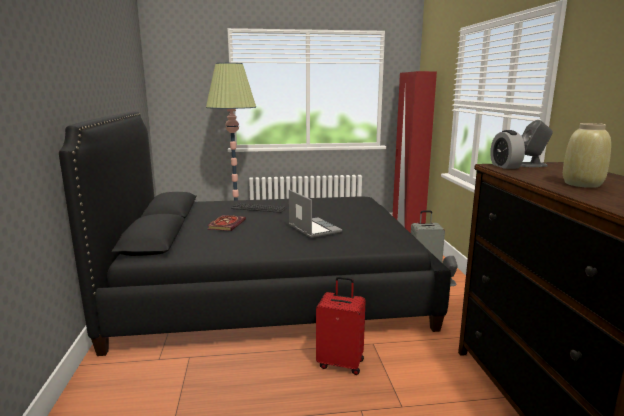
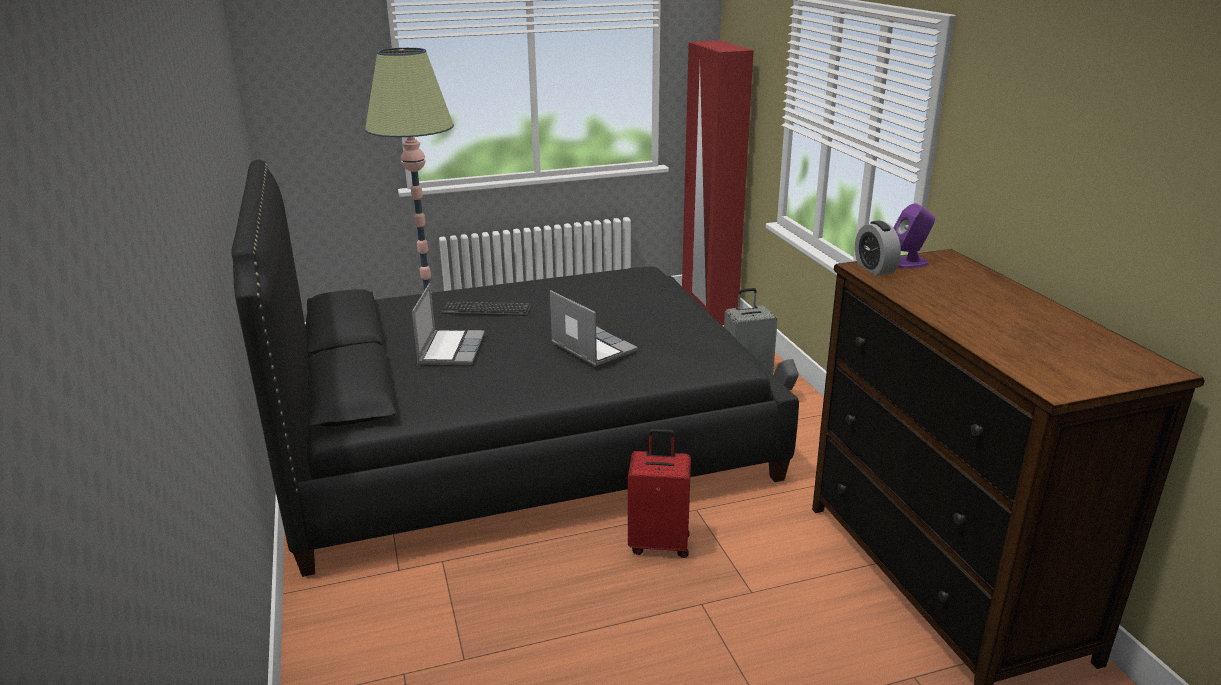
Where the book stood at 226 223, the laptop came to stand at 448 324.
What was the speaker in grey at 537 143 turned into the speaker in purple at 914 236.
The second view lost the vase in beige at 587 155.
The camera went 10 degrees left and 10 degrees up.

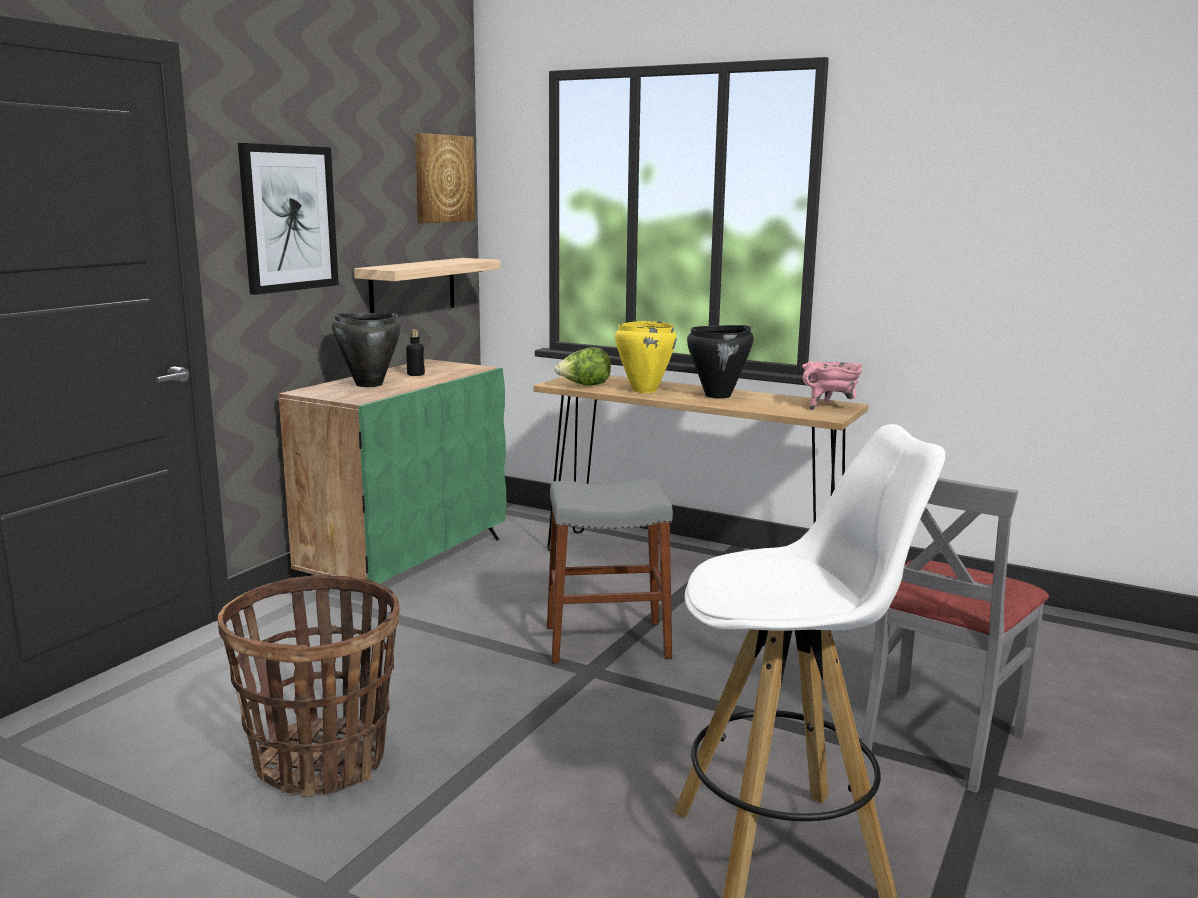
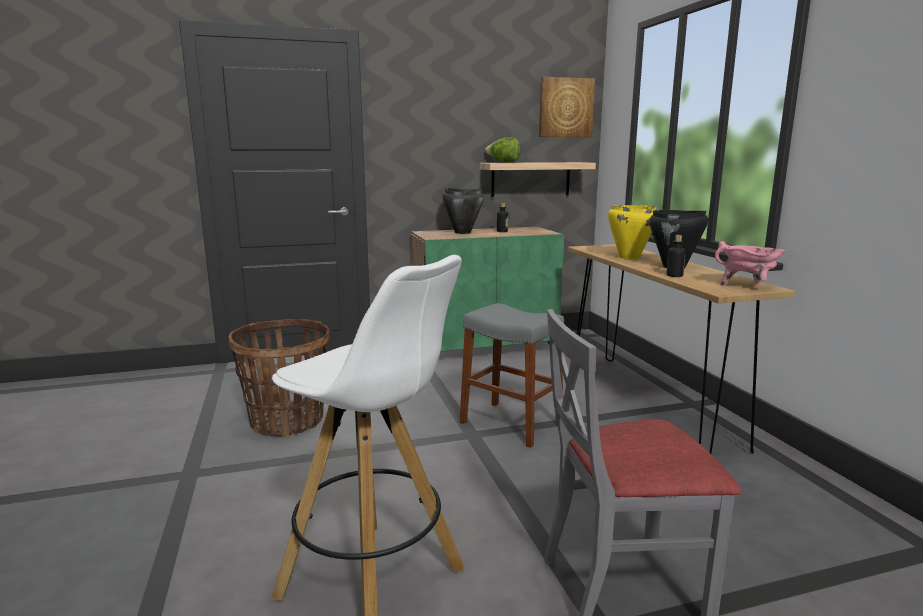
The lettuce ended up elsewhere, having gone from 582 366 to 503 150.
The second view gained the bottle at 676 256.
The second view lost the picture at 288 219.
The camera went 45 degrees right and 0 degrees up.

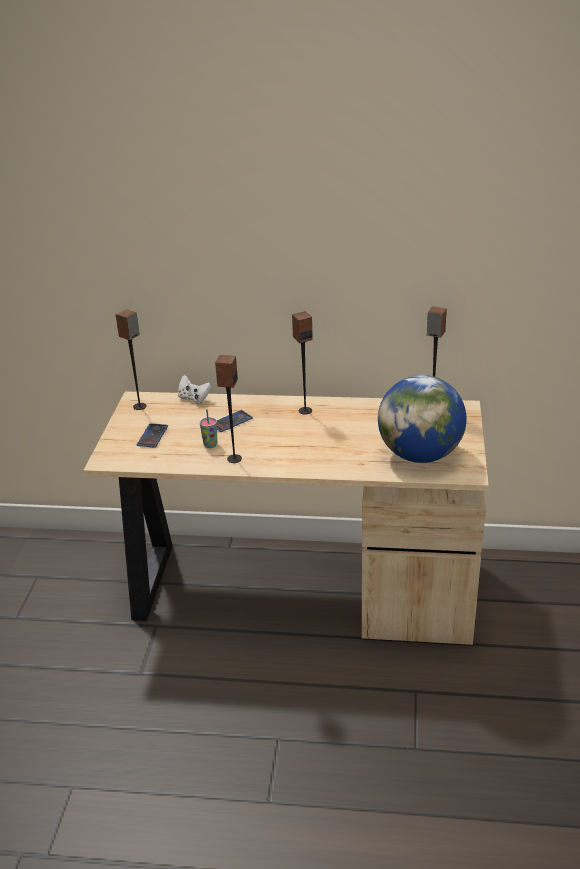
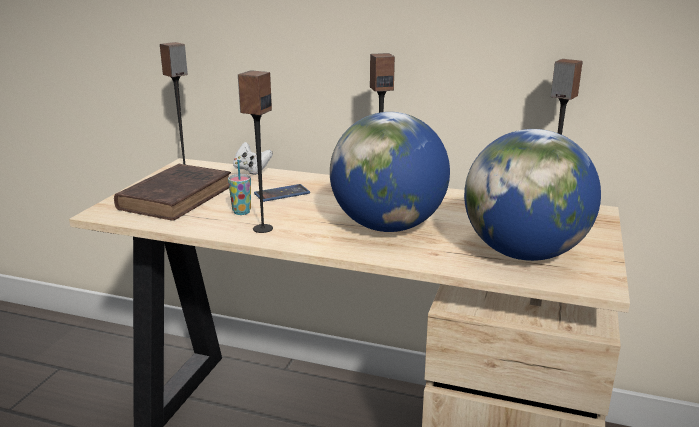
Where the phone stood at 152 435, the book in brown came to stand at 172 192.
The second view gained the globe at 390 172.
The camera went 10 degrees right and 10 degrees down.

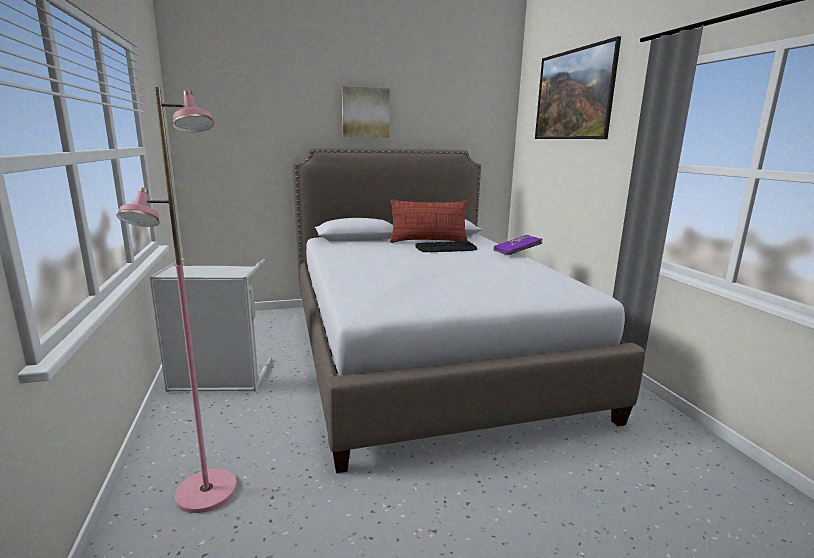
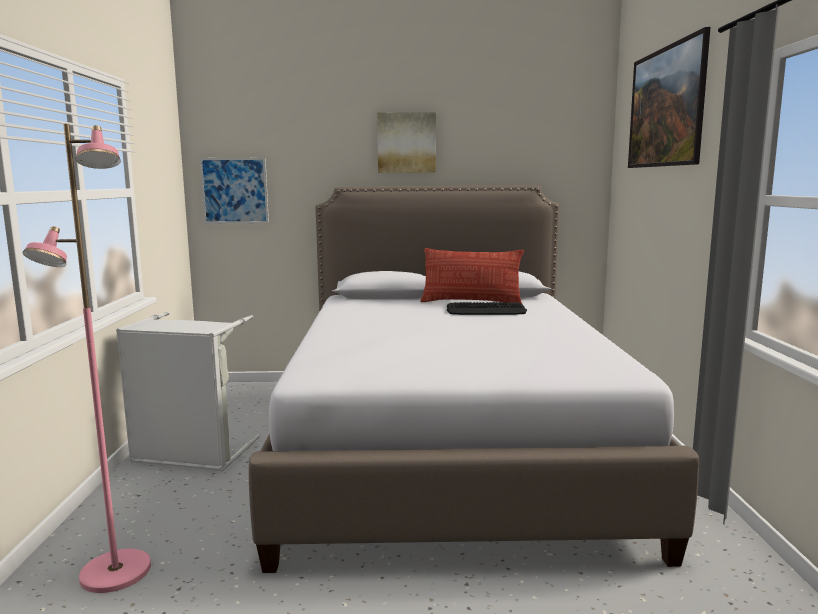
The second view gained the picture at 234 191.
The second view lost the book in purple at 518 245.
The camera went 15 degrees right and 5 degrees down.

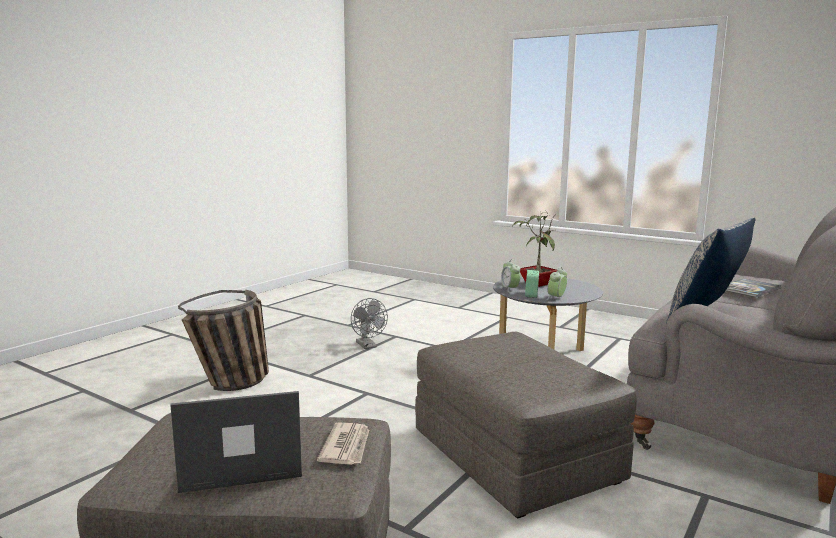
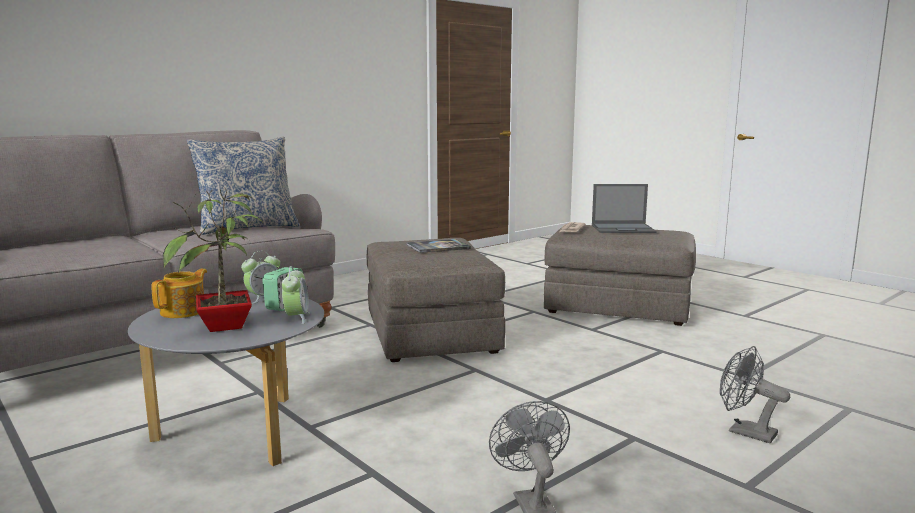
The second view gained the teapot at 179 293.
The book ended up elsewhere, having gone from 753 288 to 438 246.
Where the basket stood at 223 340, the fan in grey came to stand at 755 394.
The camera went 165 degrees left and 0 degrees up.

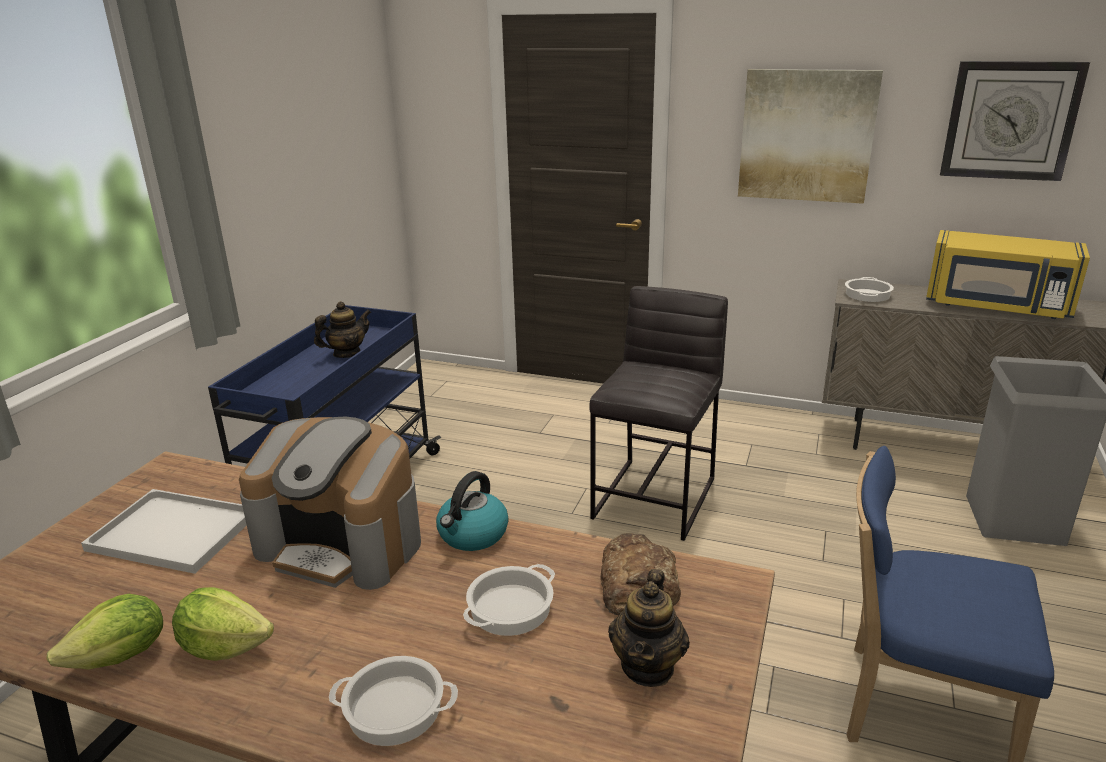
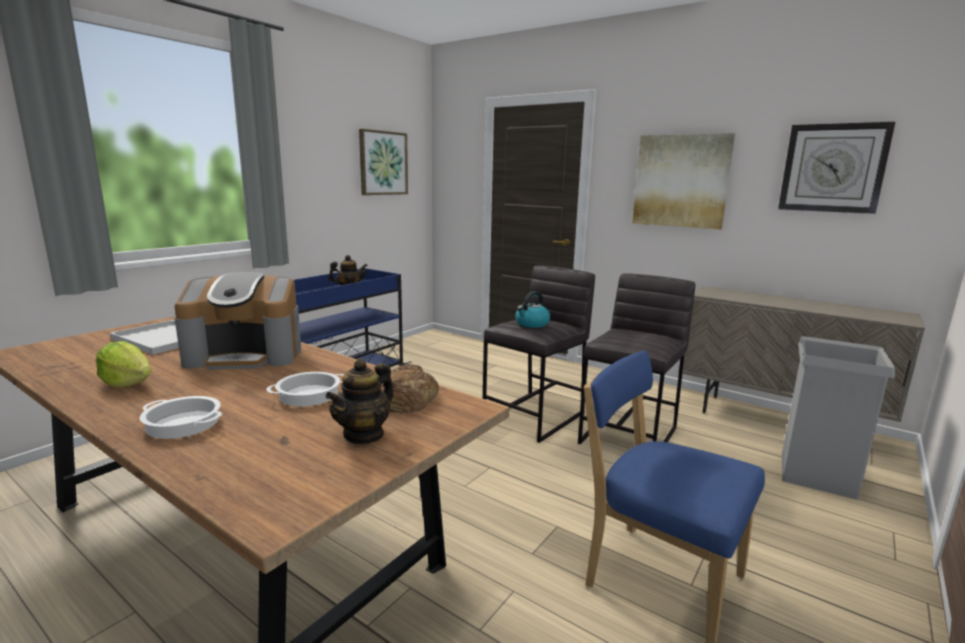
The coffee machine at 330 503 ended up facing another way, 45 degrees counterclockwise from before.
The second view gained the picture at 383 162.
The kettle ended up elsewhere, having gone from 472 511 to 532 309.
The second view gained the stool in grey at 636 358.
The second view lost the lettuce at 104 631.
The second view lost the cooking pot at 869 289.
The second view lost the microwave in yellow at 1008 274.
The camera went 15 degrees right and 10 degrees down.

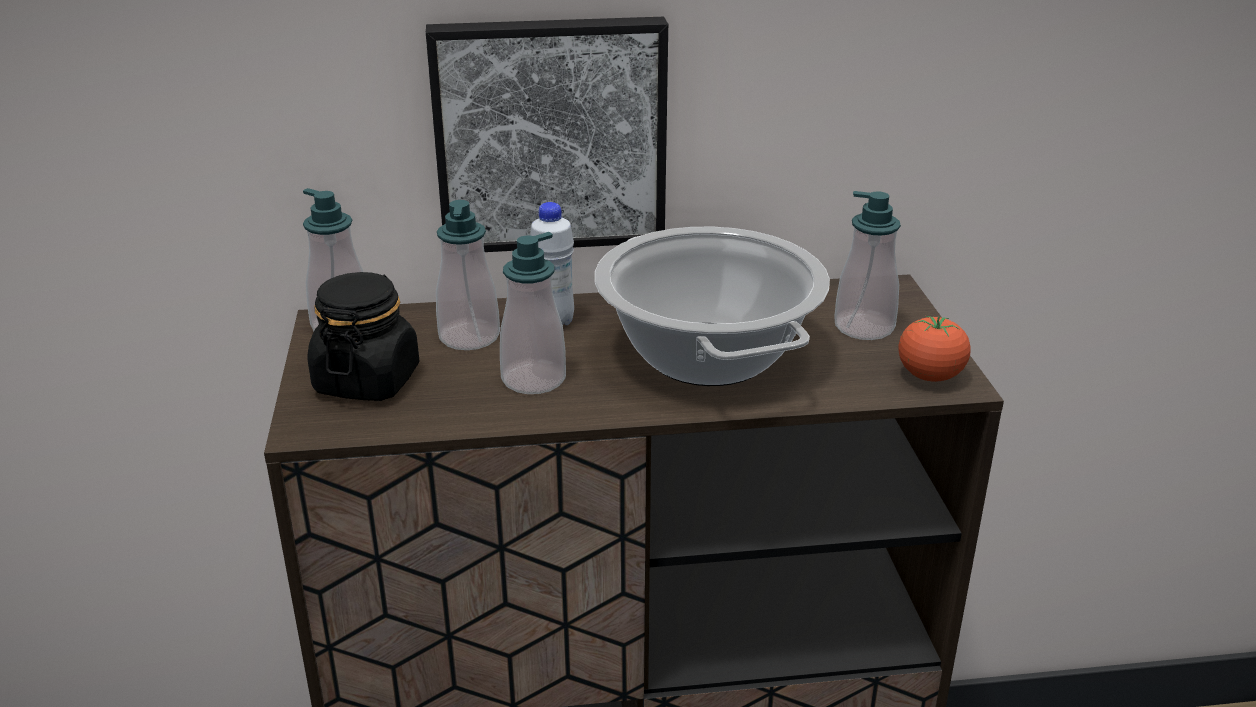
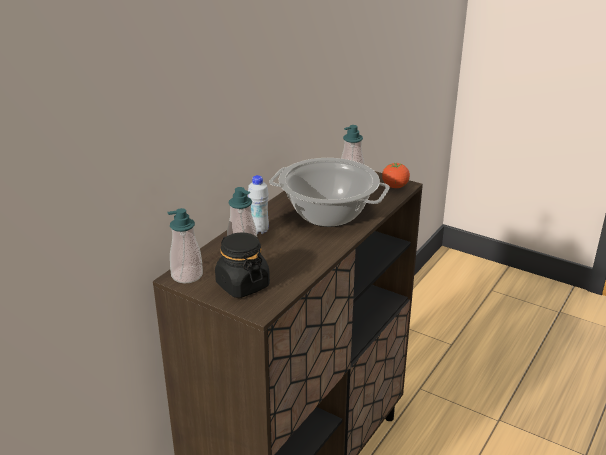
The second view lost the picture at 547 134.
The second view lost the soap dispenser at 533 313.
The camera went 50 degrees left and 0 degrees up.

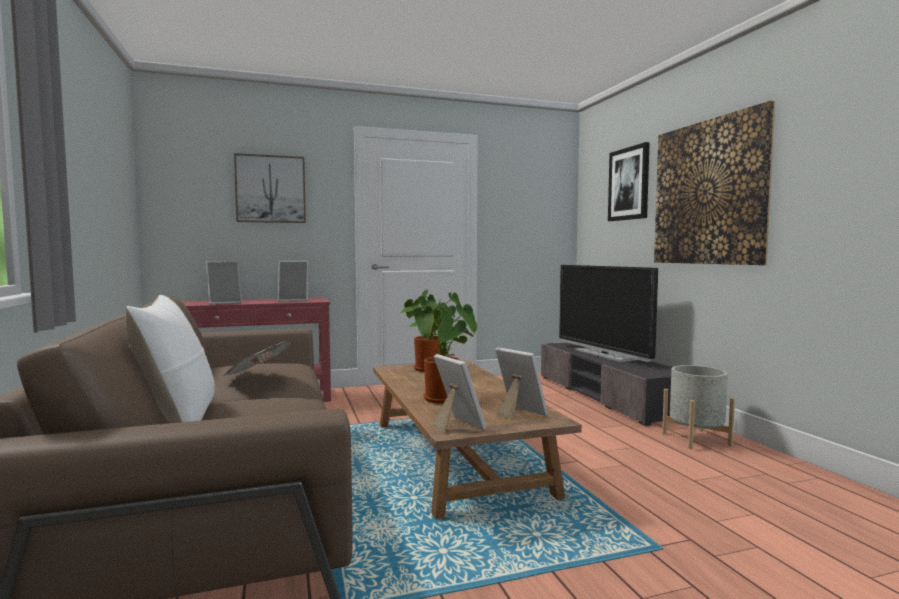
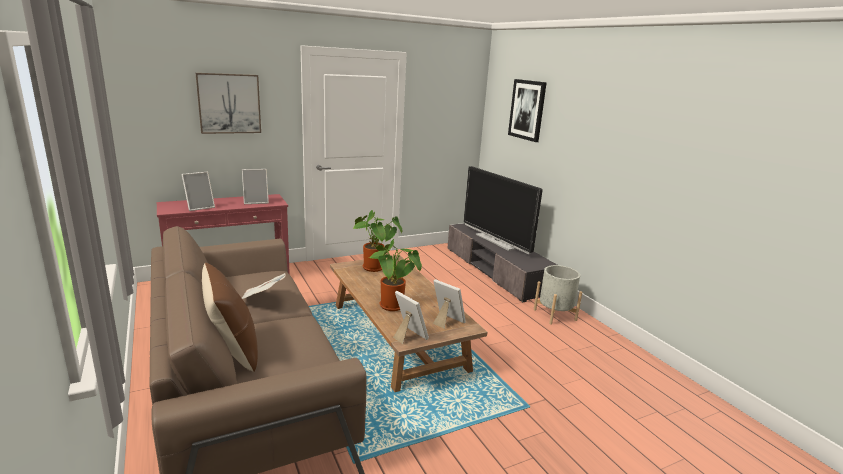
What was the pillow in white at 170 359 turned into the pillow in brown at 230 317.
The second view lost the picture at 714 183.
The camera went 10 degrees left and 15 degrees up.

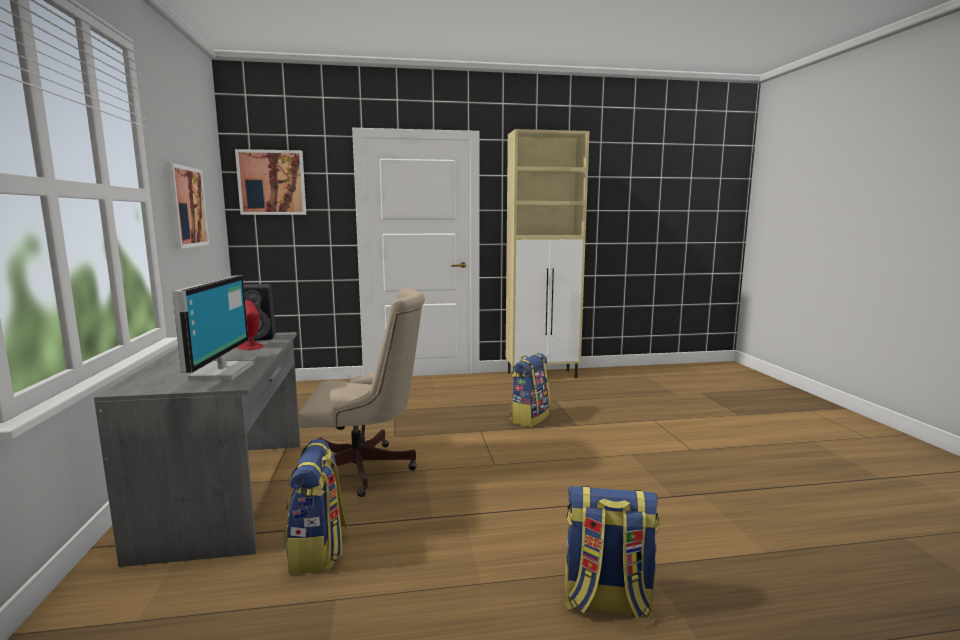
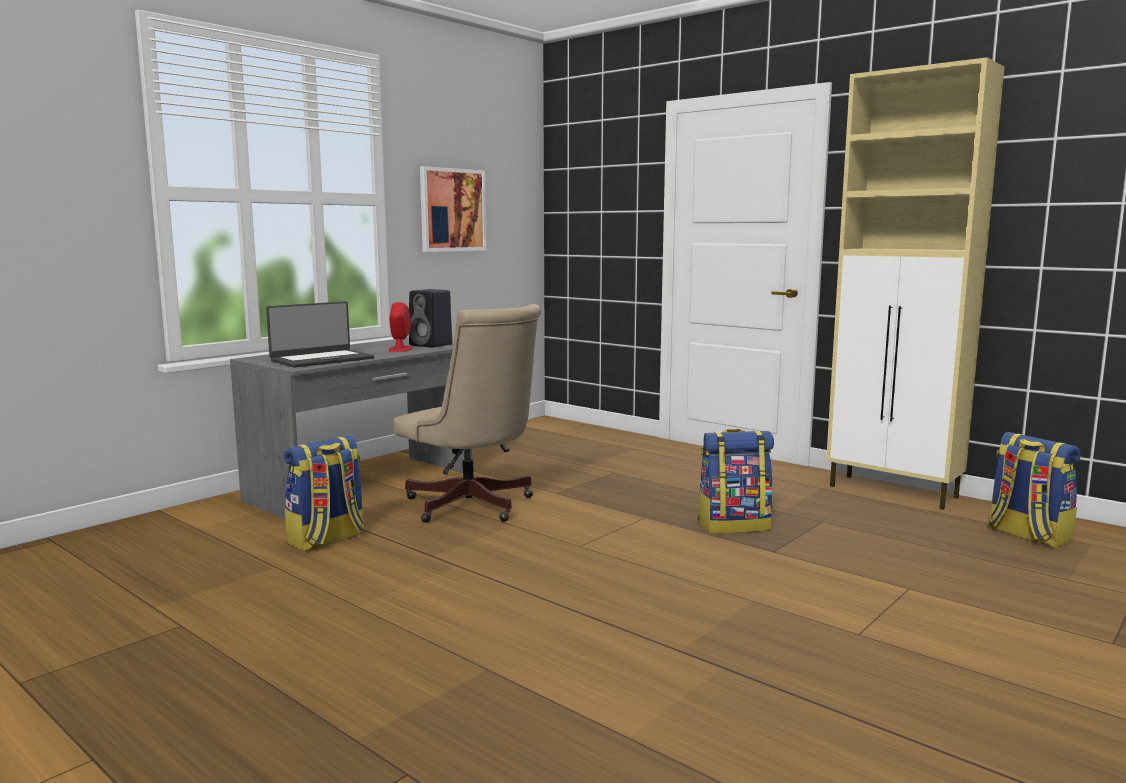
Where the monitor stood at 213 328, the laptop came to stand at 320 334.
The backpack ended up elsewhere, having gone from 612 553 to 1034 490.
The second view lost the picture at 270 182.
The camera went 50 degrees right and 0 degrees up.

